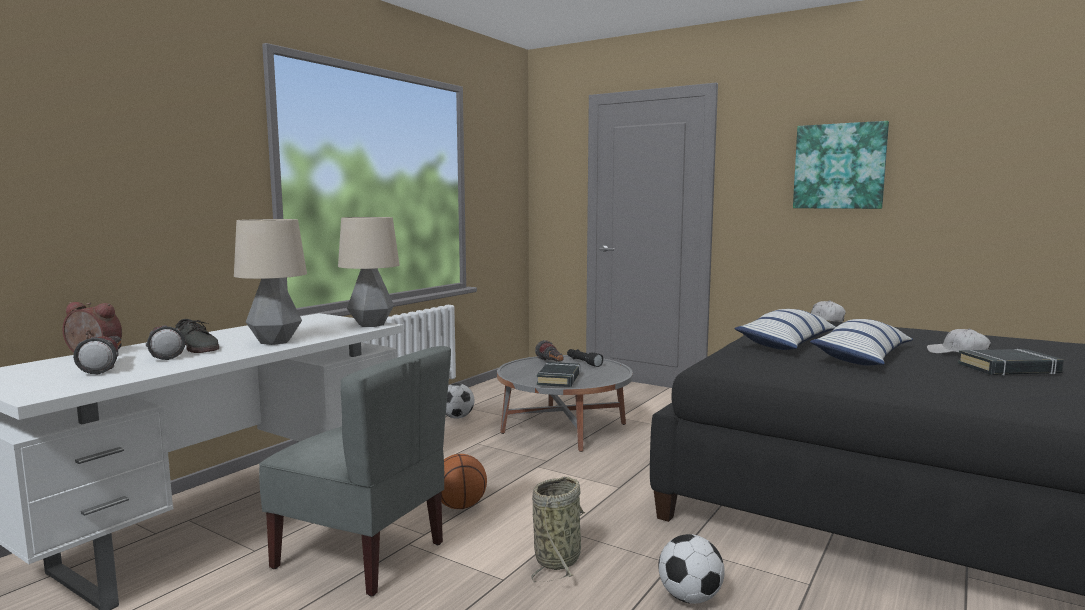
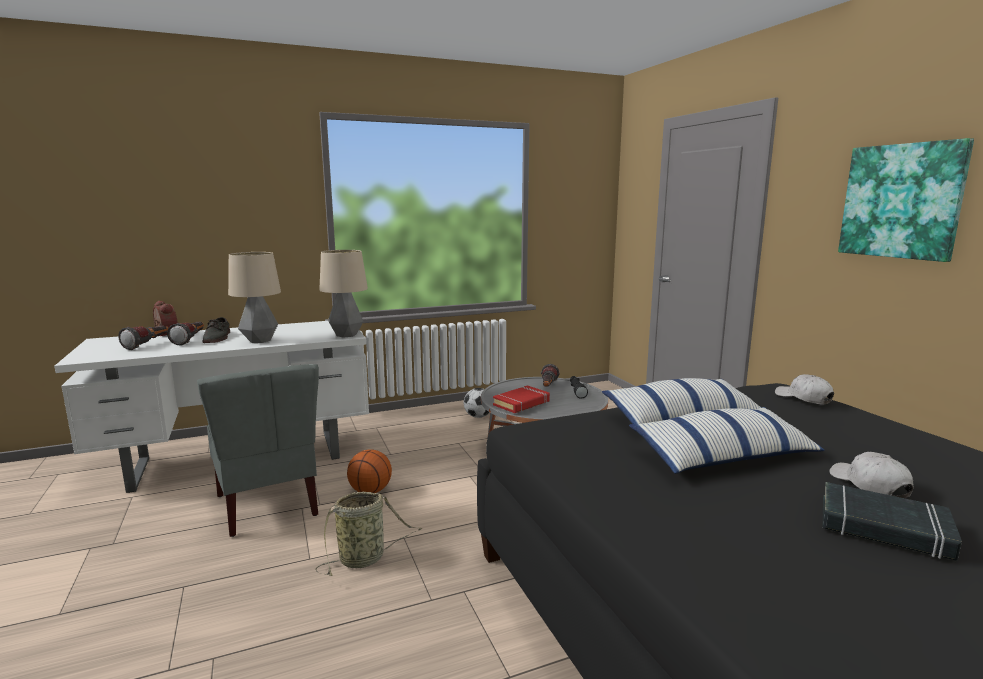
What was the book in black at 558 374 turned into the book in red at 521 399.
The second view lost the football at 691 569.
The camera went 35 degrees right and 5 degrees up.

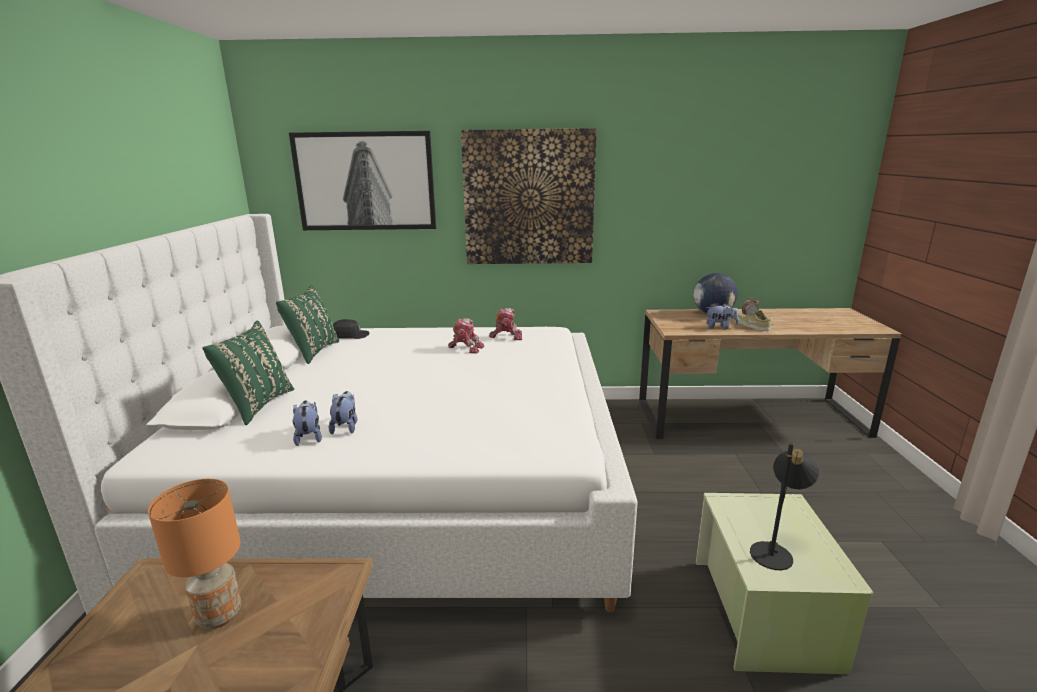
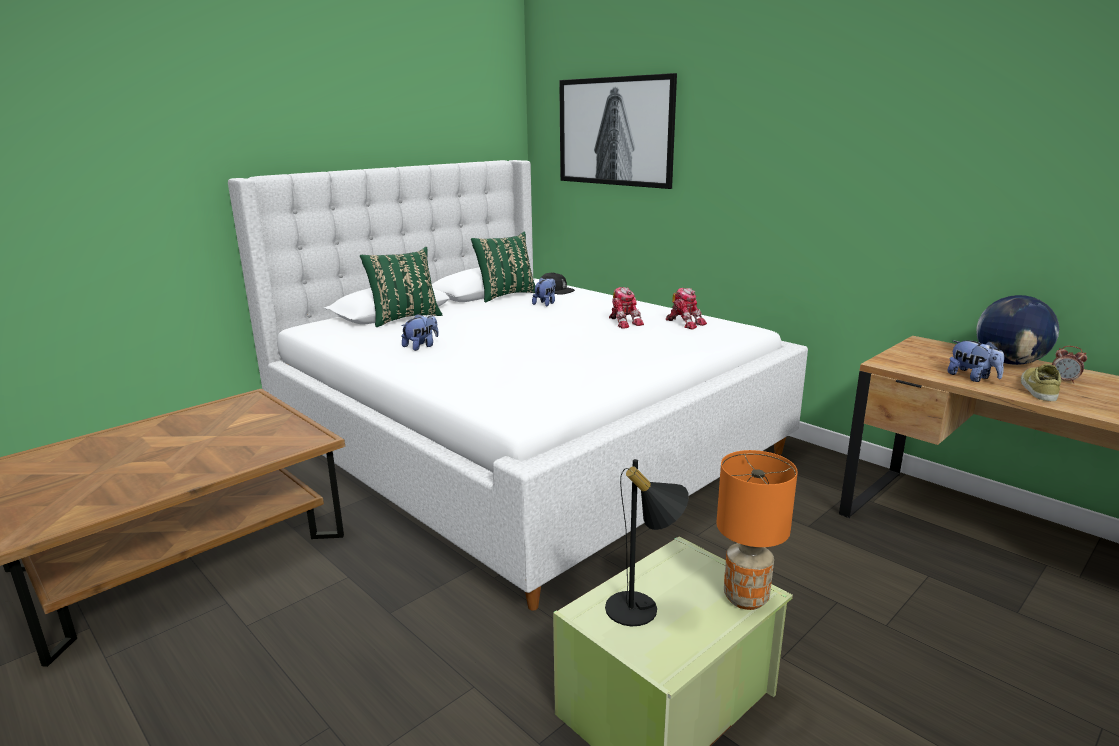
The plush toy ended up elsewhere, having gone from 307 423 to 544 292.
The table lamp in orange ended up elsewhere, having gone from 194 554 to 757 530.
The second view lost the picture at 529 196.
The camera went 45 degrees right and 0 degrees up.

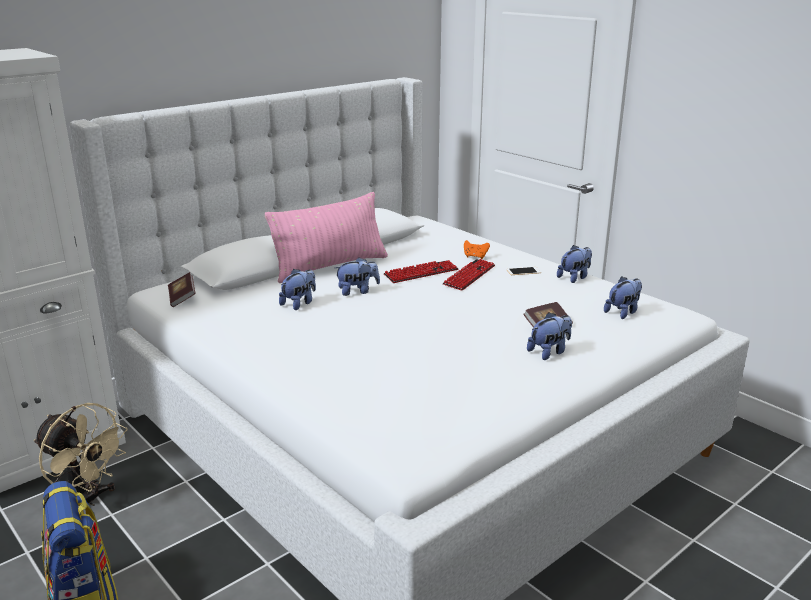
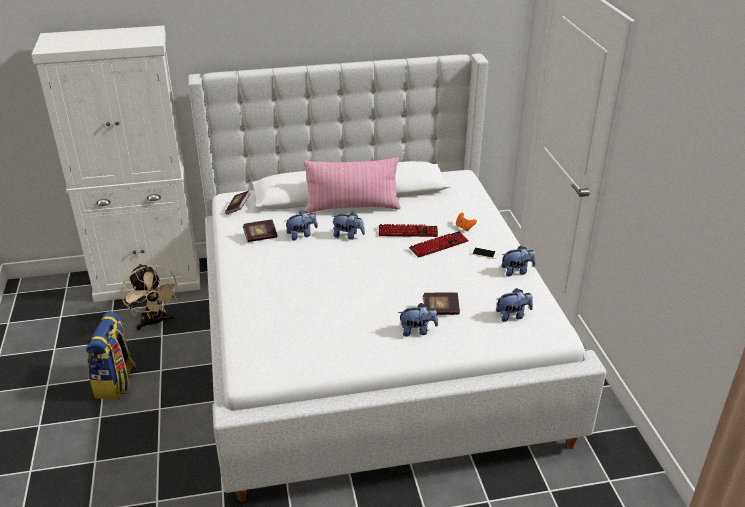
The second view gained the book at 260 231.
The camera went 30 degrees right and 10 degrees up.

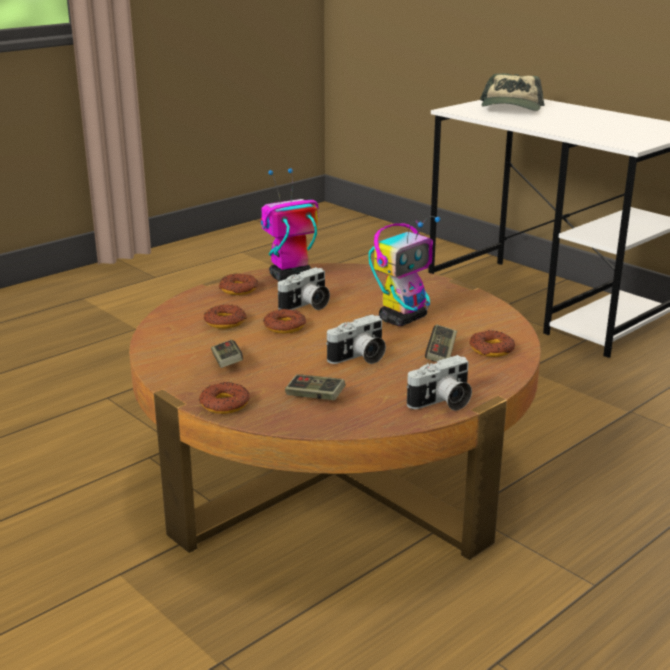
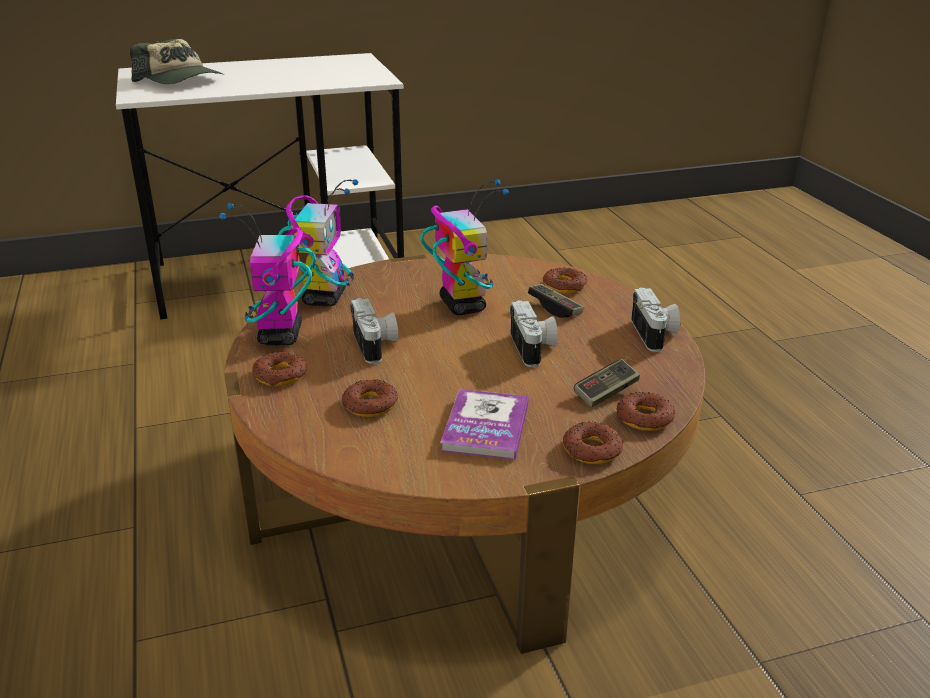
The second view gained the toy robot at 318 242.
Where the game controller stood at 227 354, the book came to stand at 484 424.
The donut ended up elsewhere, having gone from 284 321 to 645 411.
The camera went 65 degrees left and 5 degrees up.

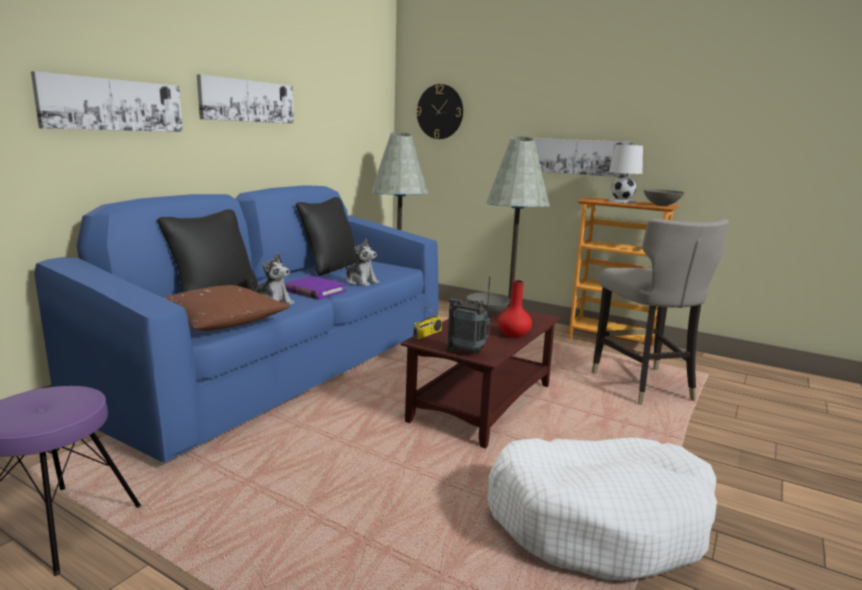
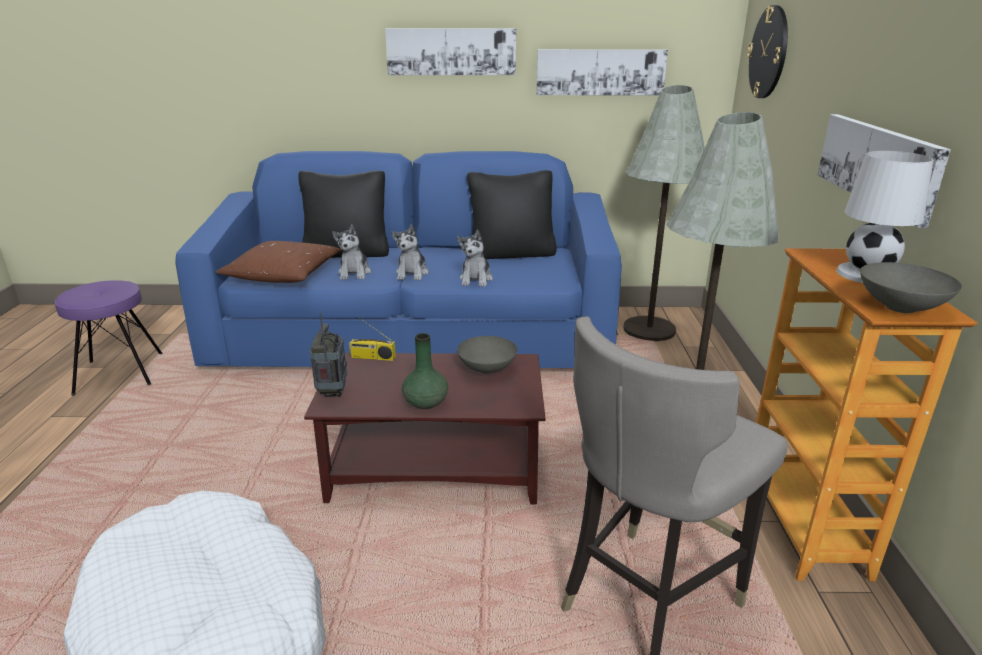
Where the book in purple stood at 315 288, the plush toy came to stand at 410 252.
What was the vase in red at 515 309 turned into the vase in green at 425 371.
The picture ended up elsewhere, having gone from 107 101 to 602 72.
The camera went 60 degrees right and 10 degrees up.

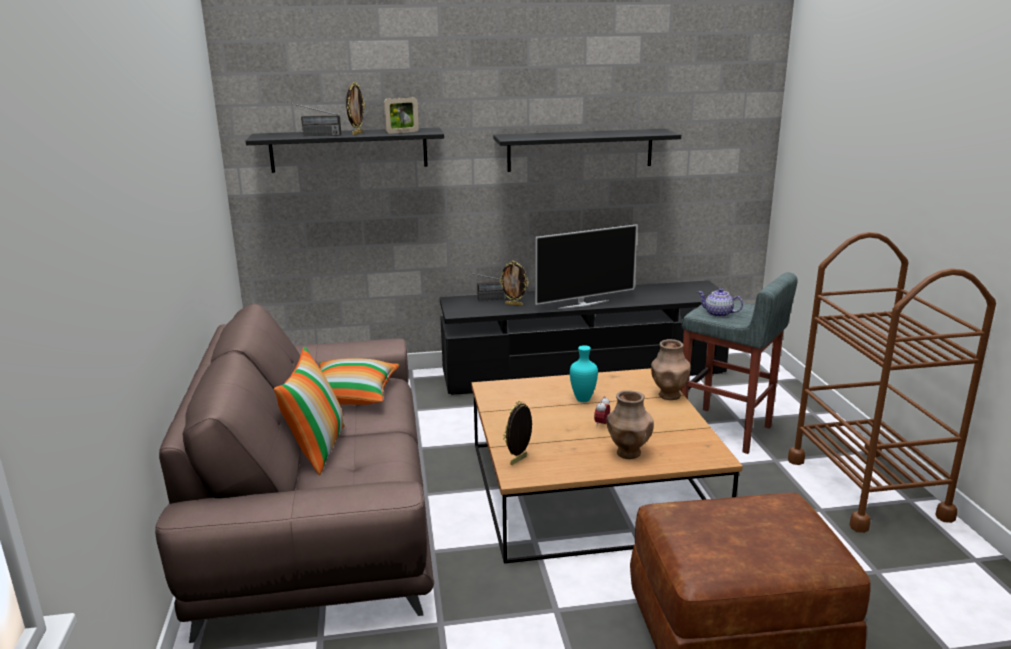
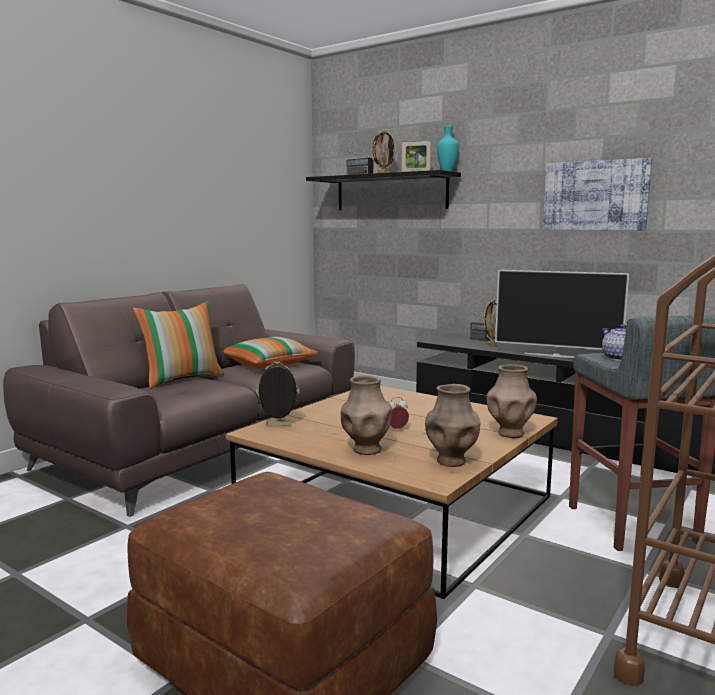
The second view gained the vase in brown at 452 425.
The vase in turquoise ended up elsewhere, having gone from 584 373 to 448 148.
Where the shelf in black hung at 587 150, the picture came to hang at 597 194.
The camera went 45 degrees right and 10 degrees down.

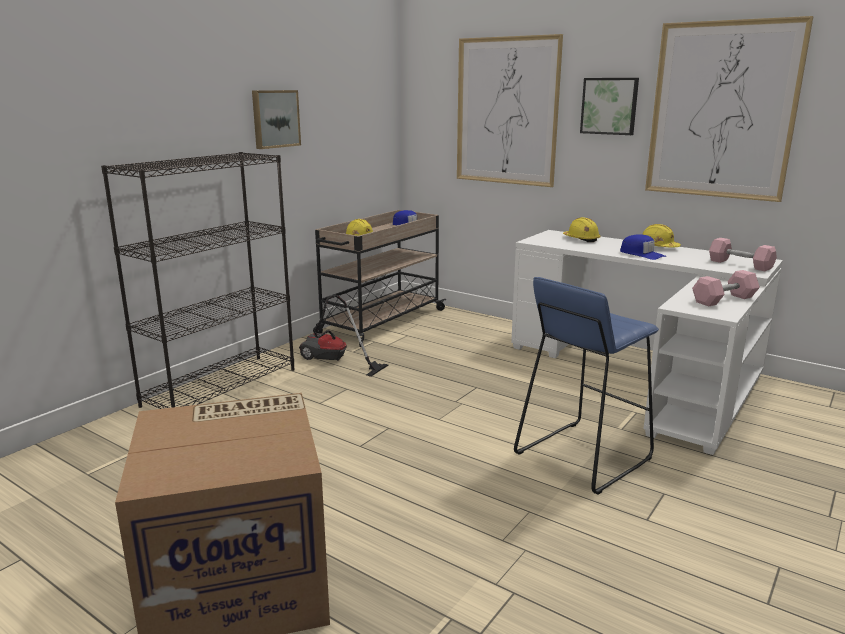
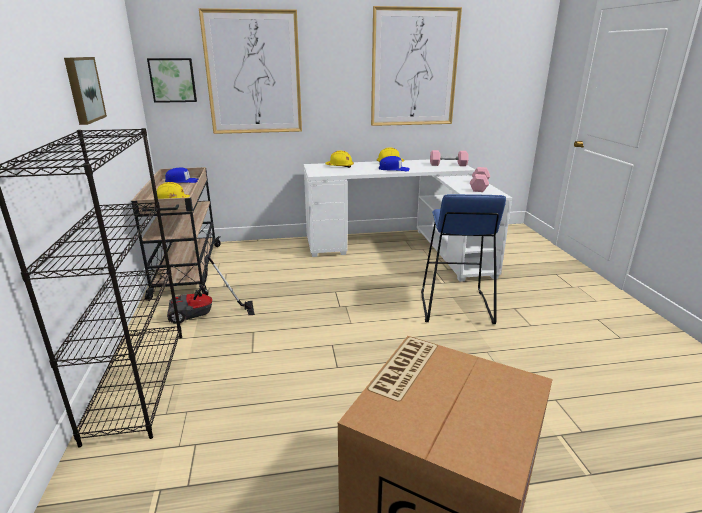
The picture ended up elsewhere, having gone from 609 106 to 172 80.
The camera went 45 degrees left and 5 degrees up.

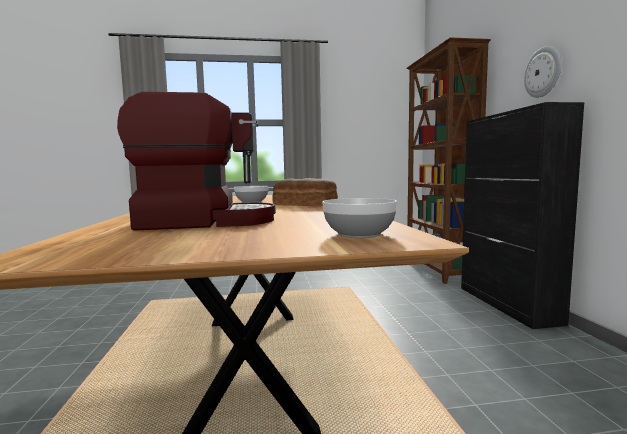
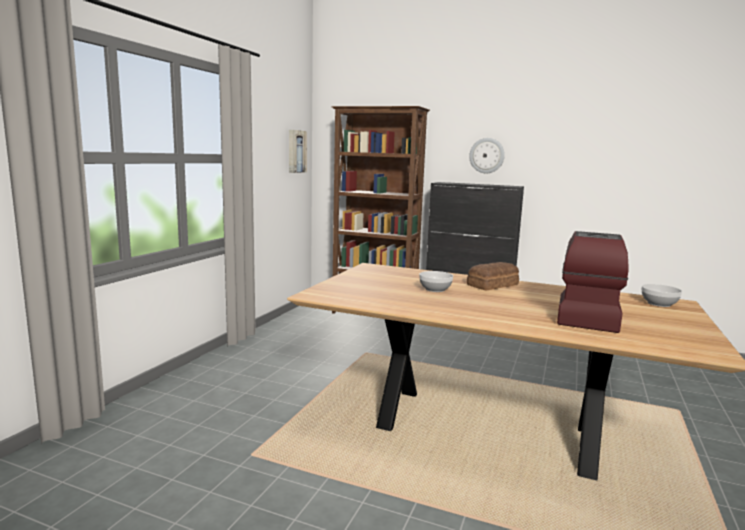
The second view gained the picture at 298 151.
The camera went 60 degrees left and 5 degrees up.

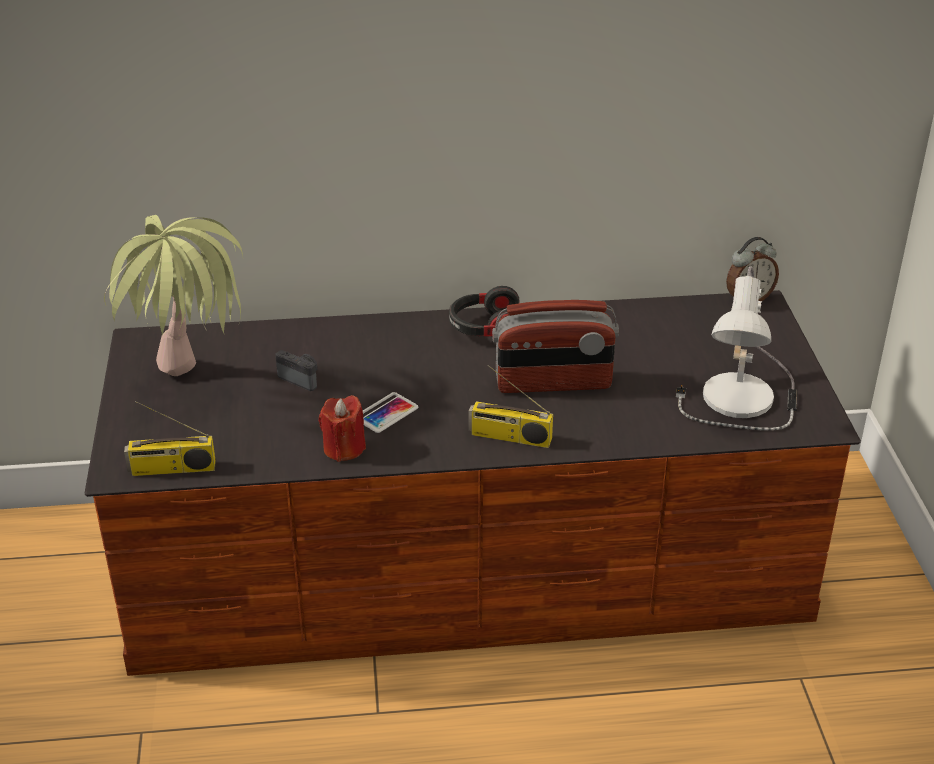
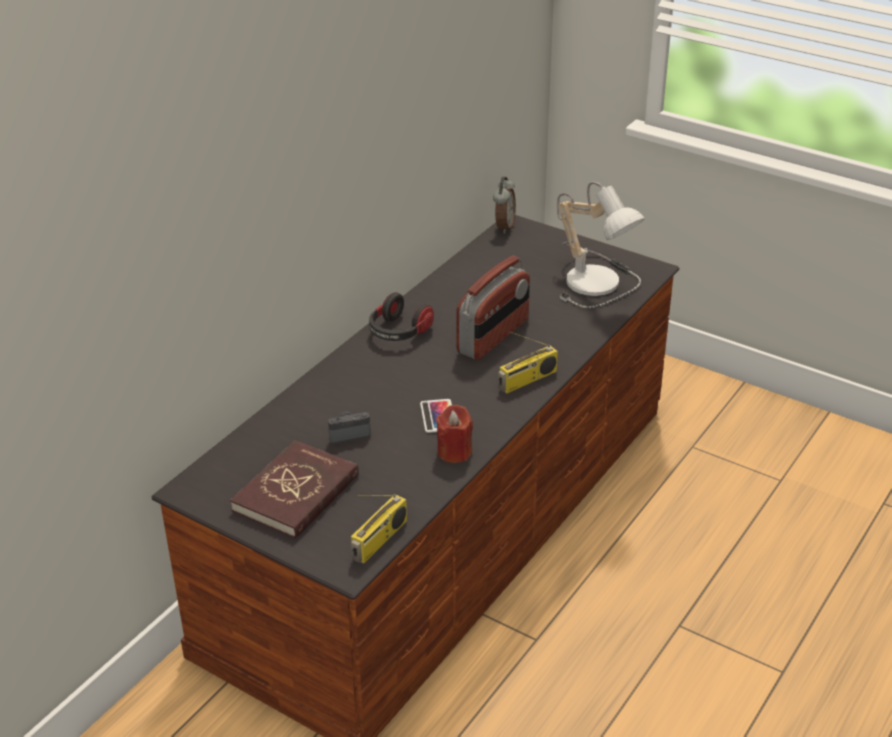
Where the potted plant stood at 173 295, the book in red came to stand at 294 489.
The camera went 50 degrees left and 0 degrees up.

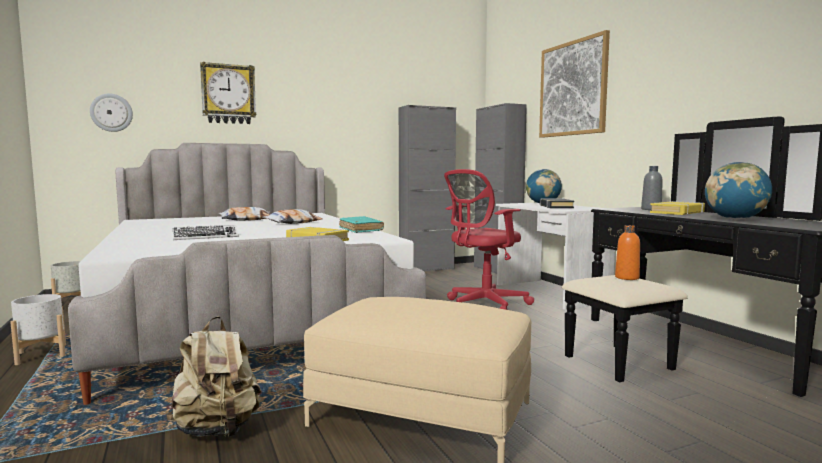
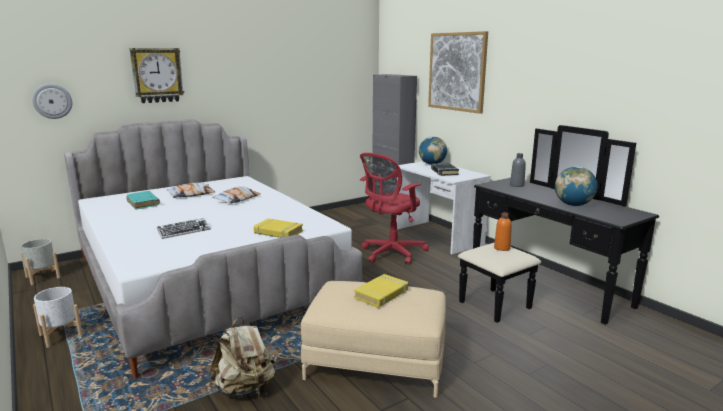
The book in turquoise ended up elsewhere, having gone from 361 224 to 143 200.
The book in yellow ended up elsewhere, having gone from 677 208 to 381 291.
The second view lost the cabinet in grey at 427 188.
The camera went 10 degrees left and 10 degrees up.

